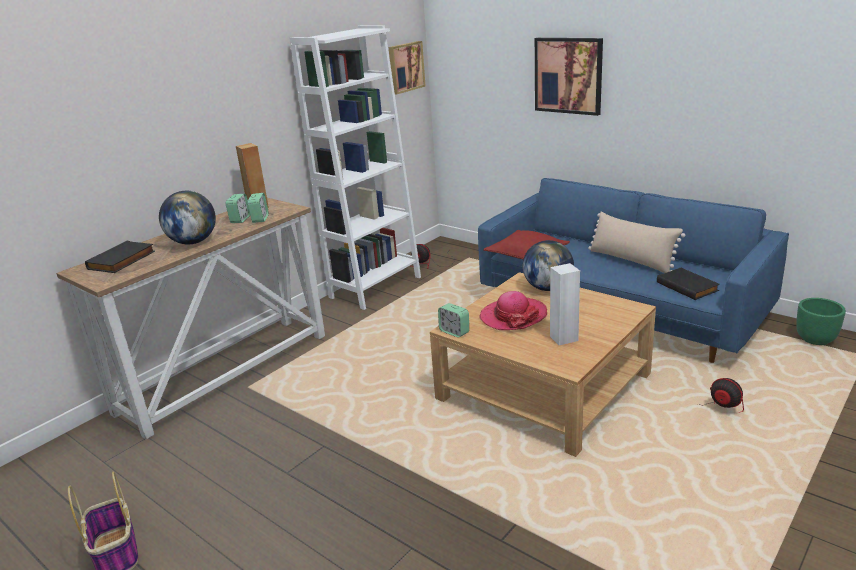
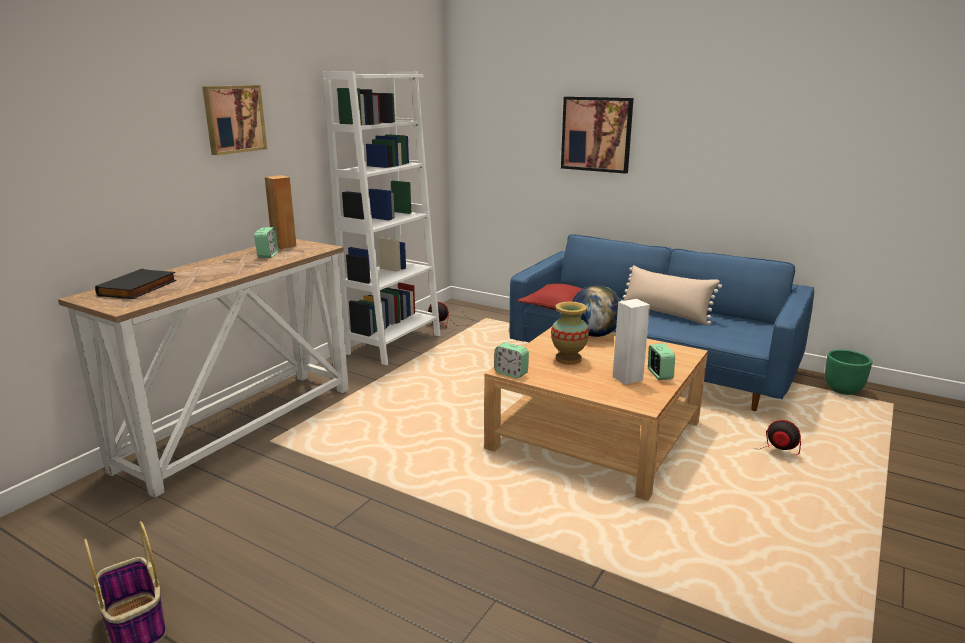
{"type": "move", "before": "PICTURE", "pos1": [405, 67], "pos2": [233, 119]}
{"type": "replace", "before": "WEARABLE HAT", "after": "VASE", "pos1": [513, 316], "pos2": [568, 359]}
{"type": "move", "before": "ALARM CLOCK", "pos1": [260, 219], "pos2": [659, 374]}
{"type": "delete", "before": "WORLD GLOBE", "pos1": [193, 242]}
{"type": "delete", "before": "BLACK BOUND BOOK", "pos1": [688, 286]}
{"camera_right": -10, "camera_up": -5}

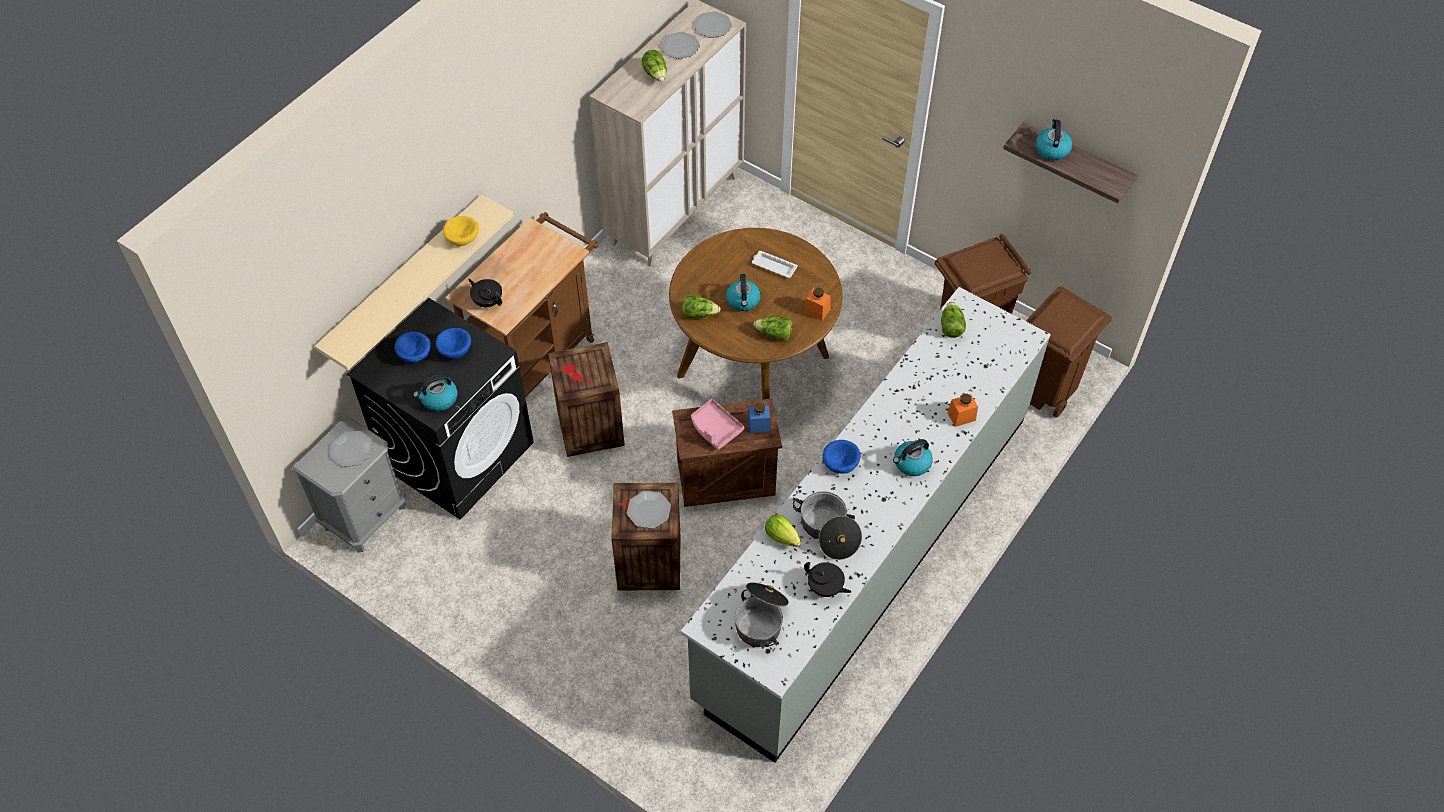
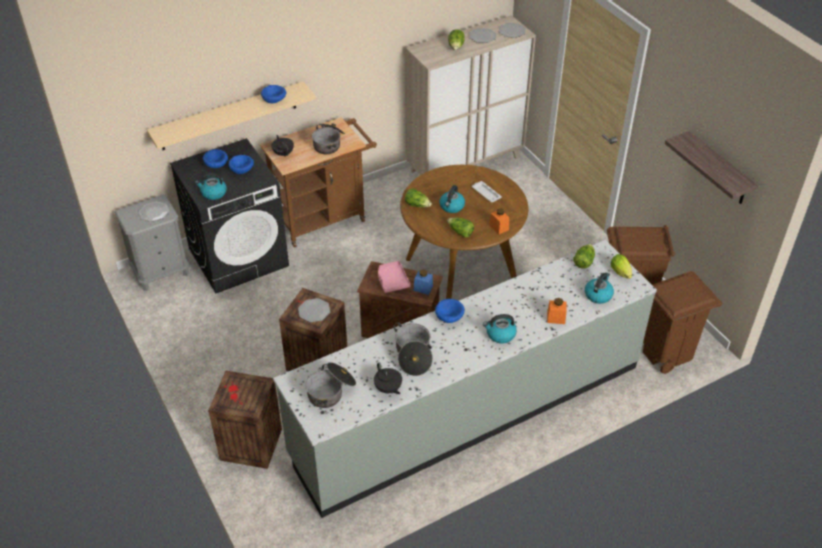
{"type": "move", "before": "PACKING CRATE", "pos1": [589, 429], "pos2": [250, 445]}
{"type": "recolor", "before": "YELLOW DEEP DISH", "after": "BLUE DEEP DISH", "pos1": [463, 238], "pos2": [275, 100]}
{"type": "insert", "after": "SAUCEPOT", "pos2": [329, 143]}
{"type": "move", "before": "KETTLE", "pos1": [1051, 149], "pos2": [598, 295]}
{"type": "move", "before": "LETTUCE HEAD", "pos1": [783, 538], "pos2": [621, 273]}
{"camera_right": 25, "camera_up": -10}

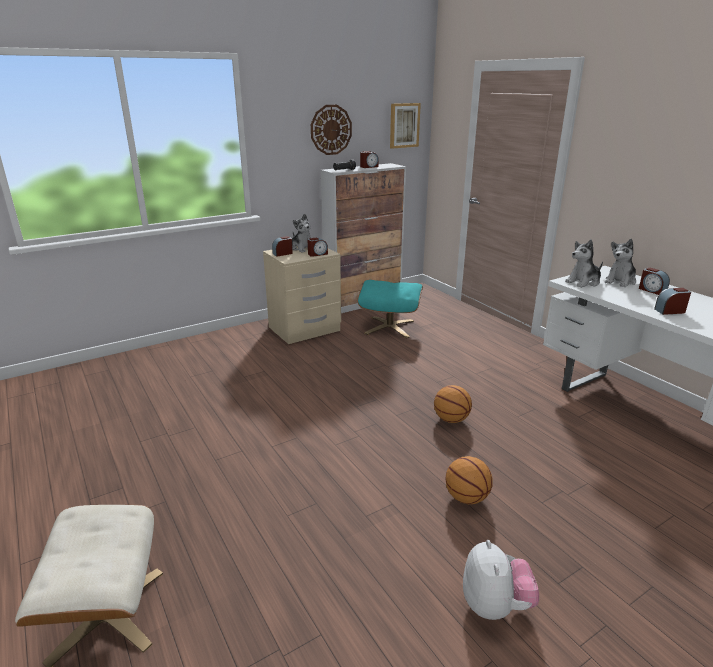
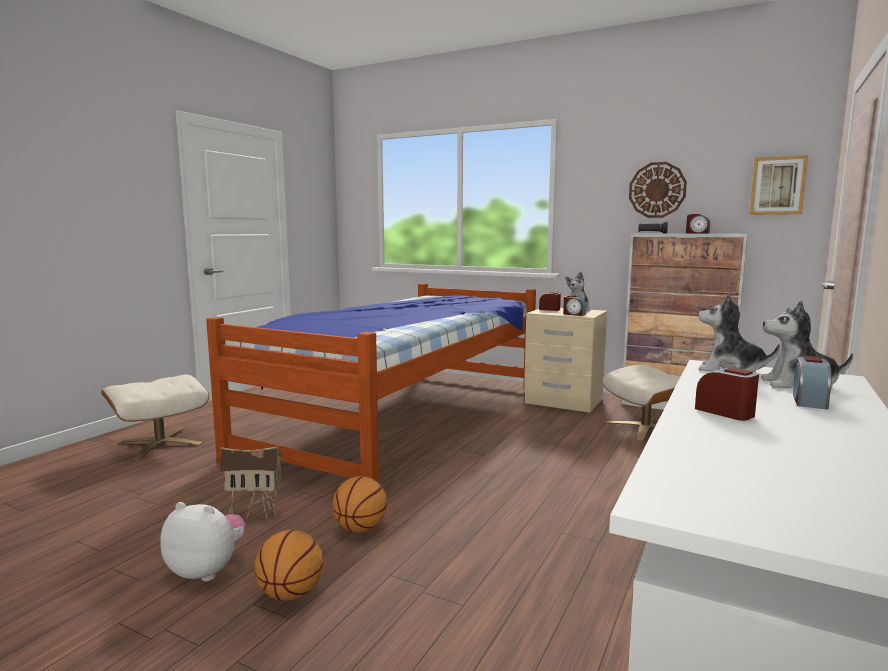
{"type": "rotate", "before": "SOFT TOY", "pos1": [495, 605], "pos2": [207, 570], "turn": -135}
{"type": "insert", "after": "BEDROOM BED", "pos2": [403, 420]}
{"type": "insert", "after": "TOY HOUSE", "pos2": [255, 515]}
{"type": "move", "before": "BALL FOR BASKETBALL", "pos1": [451, 419], "pos2": [290, 594]}
{"type": "recolor", "before": "BLUE-GREEN FOOTREST", "after": "SAND-COLOURED FOOTREST", "pos1": [390, 327], "pos2": [646, 428]}
{"camera_right": 60, "camera_up": -15}

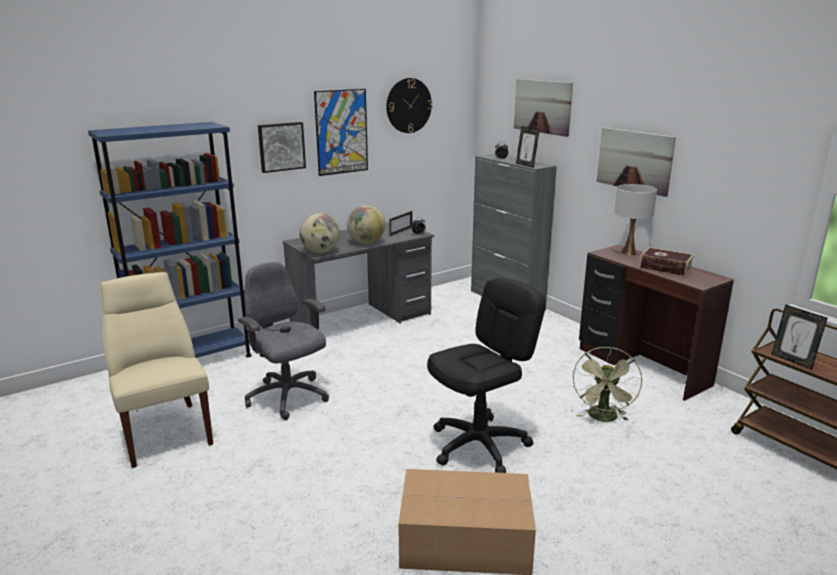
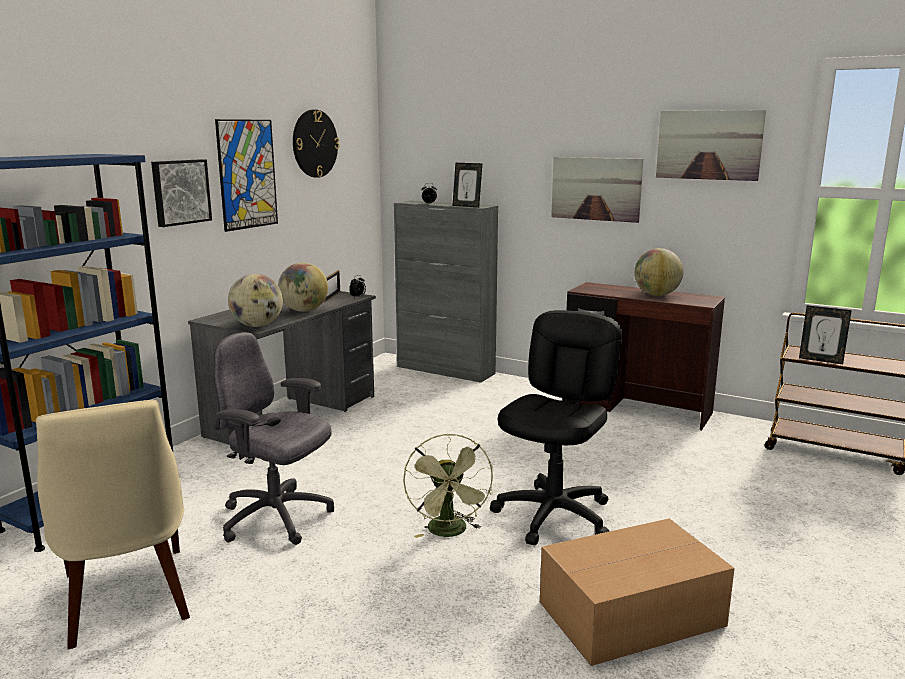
{"type": "rotate", "before": "SAND-COLOURED UPRIGHT CHAIR", "pos1": [164, 430], "pos2": [127, 600], "turn": -150}
{"type": "move", "before": "GREEN COOLING FAN", "pos1": [603, 418], "pos2": [450, 532]}
{"type": "replace", "before": "BOUND BOOK", "after": "WORLD GLOBE", "pos1": [665, 268], "pos2": [656, 295]}
{"type": "move", "before": "PICTURE", "pos1": [542, 106], "pos2": [709, 145]}
{"type": "delete", "before": "WHITISH TABLETOP LAMP", "pos1": [629, 253]}
{"camera_right": -25, "camera_up": -5}

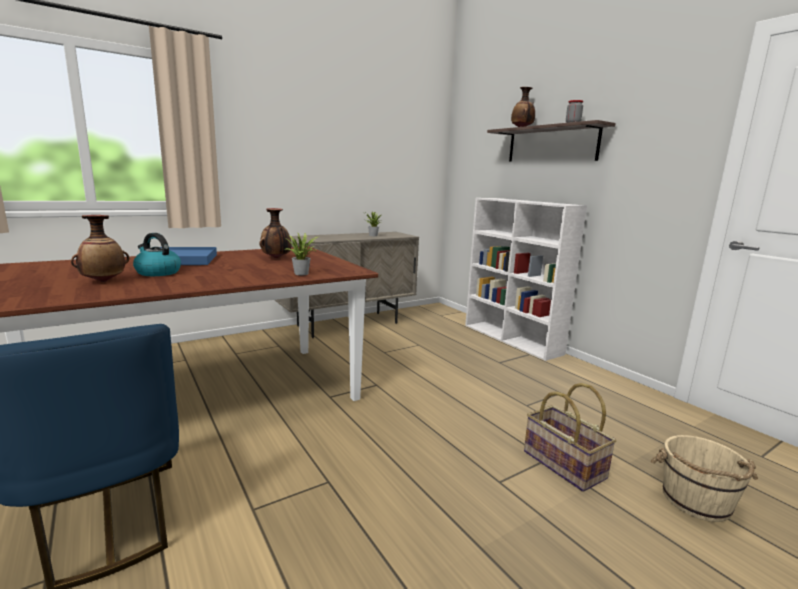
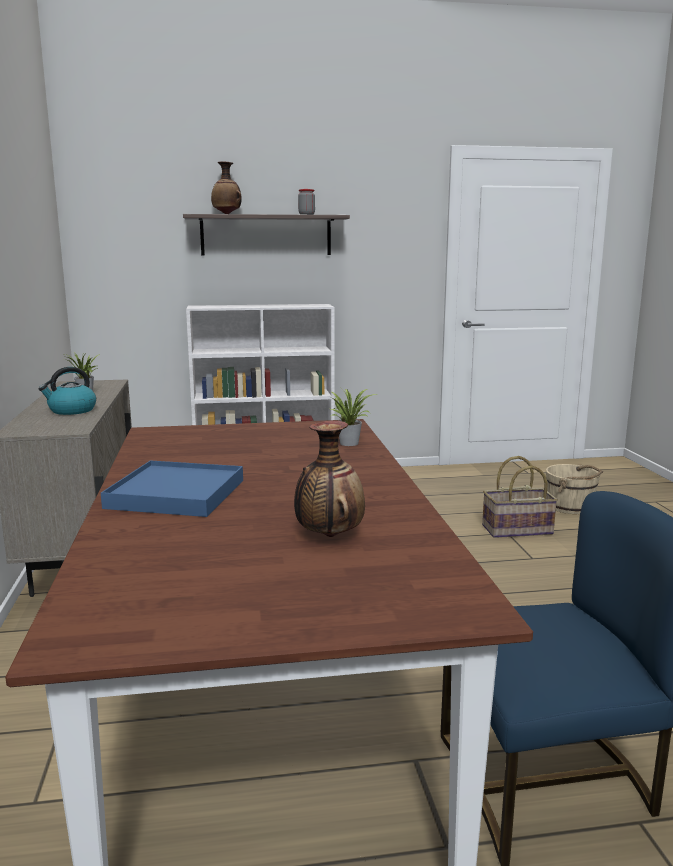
{"type": "move", "before": "KETTLE", "pos1": [157, 272], "pos2": [71, 410]}
{"type": "delete", "before": "VASE", "pos1": [276, 258]}
{"camera_right": -65, "camera_up": 0}

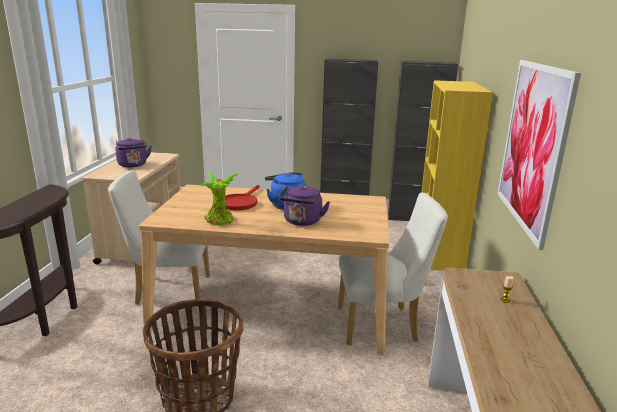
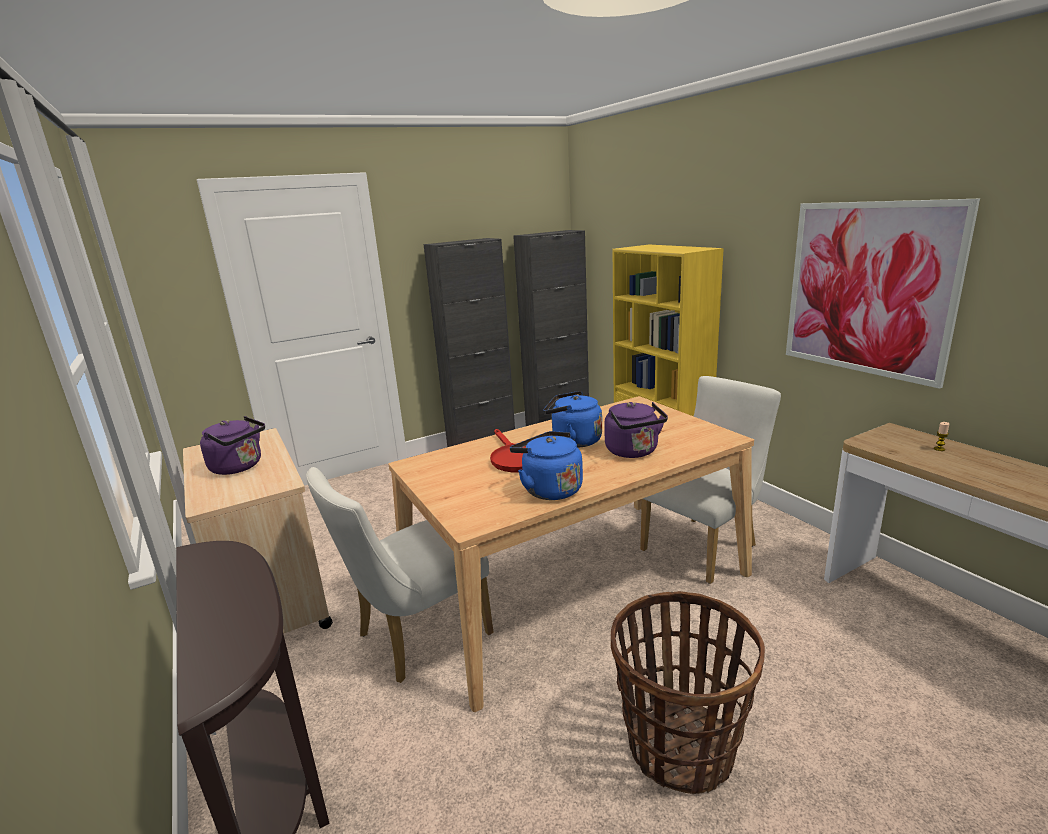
{"type": "replace", "before": "HOUSEPLANT", "after": "BLUE KETTLE", "pos1": [220, 221], "pos2": [549, 489]}
{"camera_right": -35, "camera_up": 0}

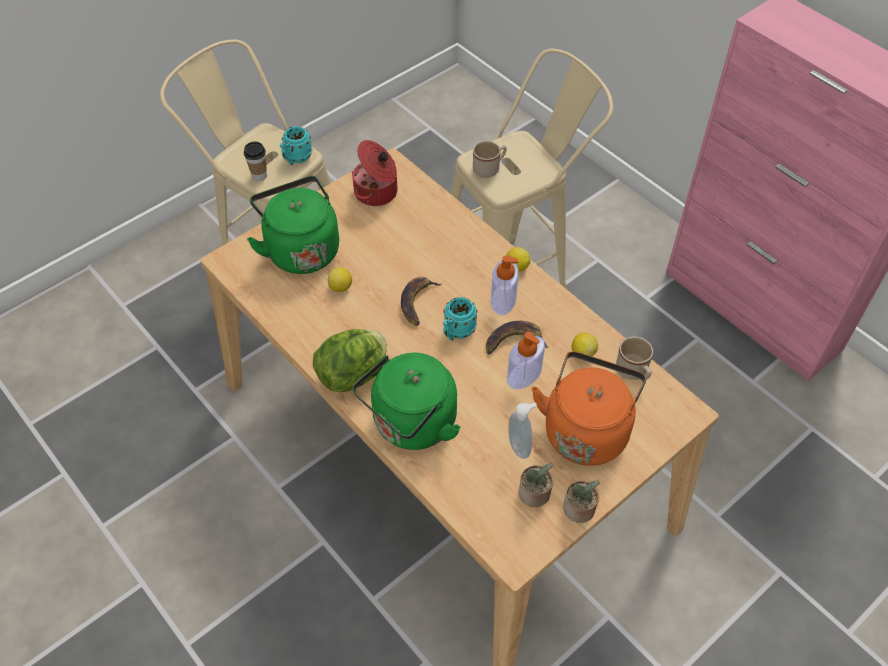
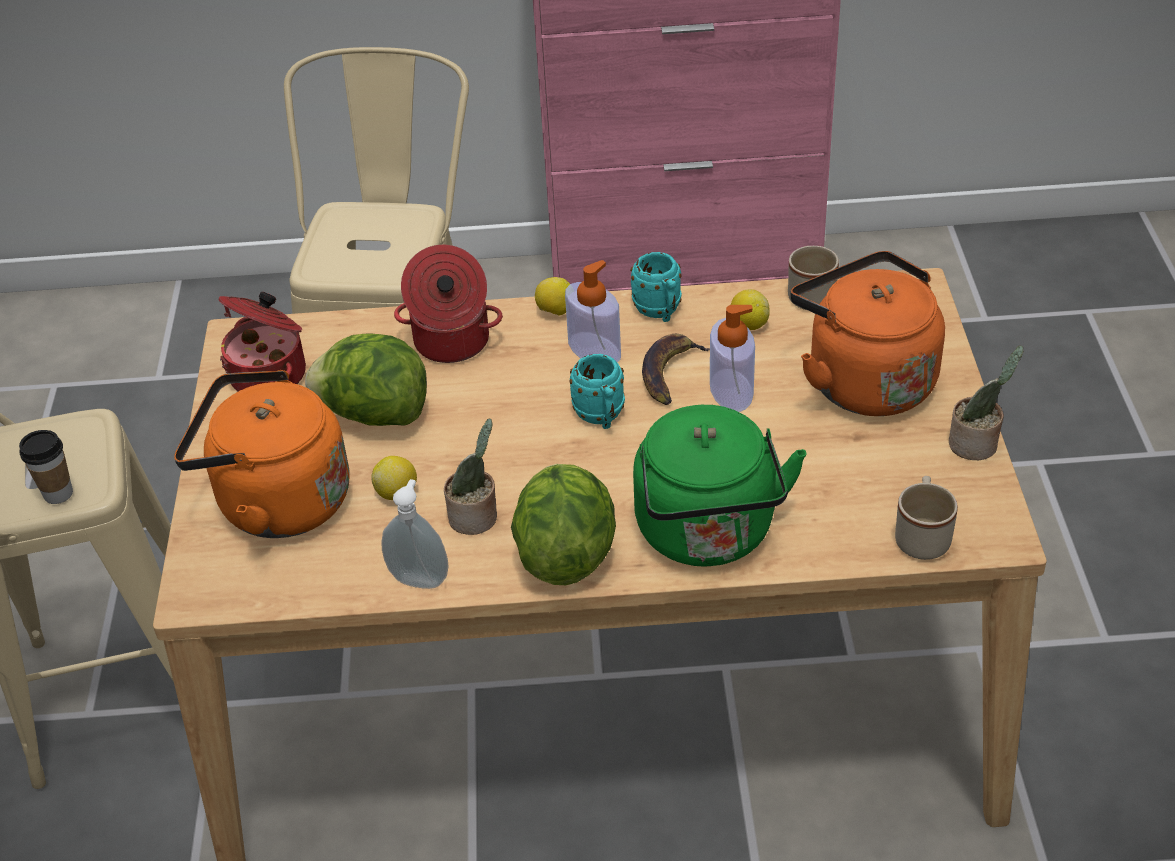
{"type": "recolor", "before": "GREEN KETTLE", "after": "ORANGEY KETTLE", "pos1": [300, 249], "pos2": [276, 502]}
{"type": "insert", "after": "LETTUCE HEAD", "pos2": [374, 414]}
{"type": "move", "before": "SOAP DISPENSER", "pos1": [520, 446], "pos2": [420, 578]}
{"type": "insert", "after": "SAUCEPOT", "pos2": [451, 343]}
{"type": "move", "before": "HOUSEPLANT", "pos1": [535, 495], "pos2": [476, 518]}
{"type": "move", "before": "BLUE-GREEN COFFEE MUG", "pos1": [296, 159], "pos2": [660, 312]}
{"type": "move", "before": "SAND-COLOURED COFFEE MUG", "pos1": [489, 168], "pos2": [922, 536]}
{"type": "delete", "before": "BANANA", "pos1": [417, 302]}
{"camera_right": -50, "camera_up": -10}

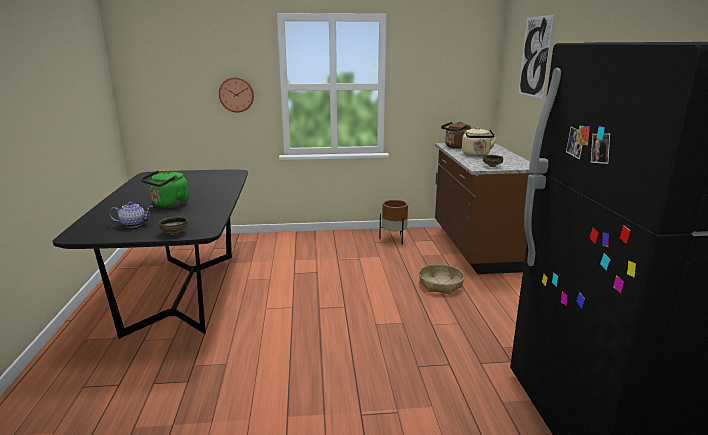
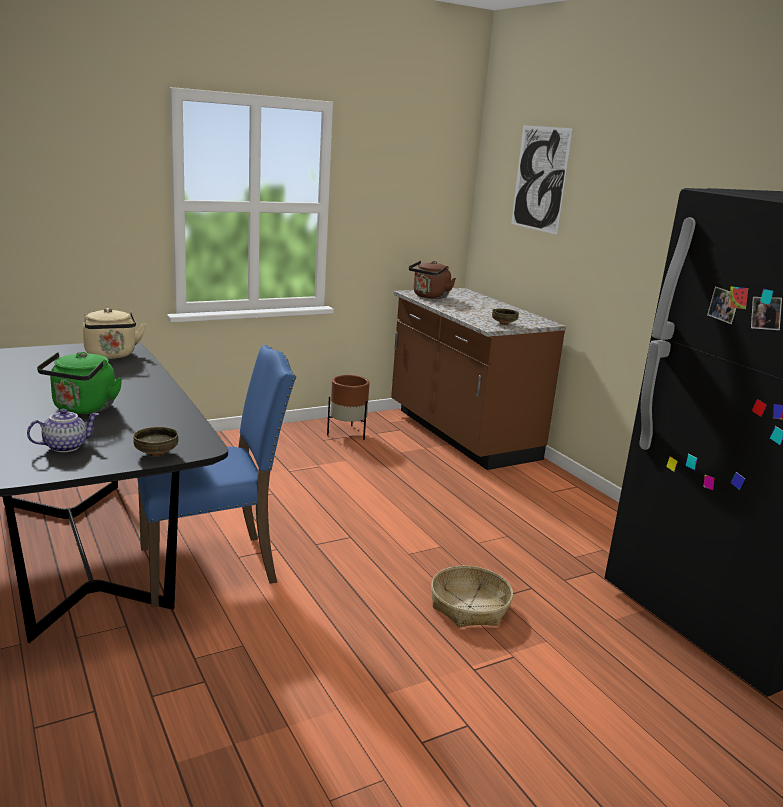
{"type": "move", "before": "SAND-COLOURED KETTLE", "pos1": [476, 155], "pos2": [111, 355]}
{"type": "insert", "after": "BLUE UPRIGHT CHAIR", "pos2": [211, 566]}
{"type": "move", "before": "HOUSEHOLD BASKET", "pos1": [440, 284], "pos2": [469, 606]}
{"type": "delete", "before": "WALL CLOCK", "pos1": [236, 94]}
{"camera_right": -25, "camera_up": 0}

